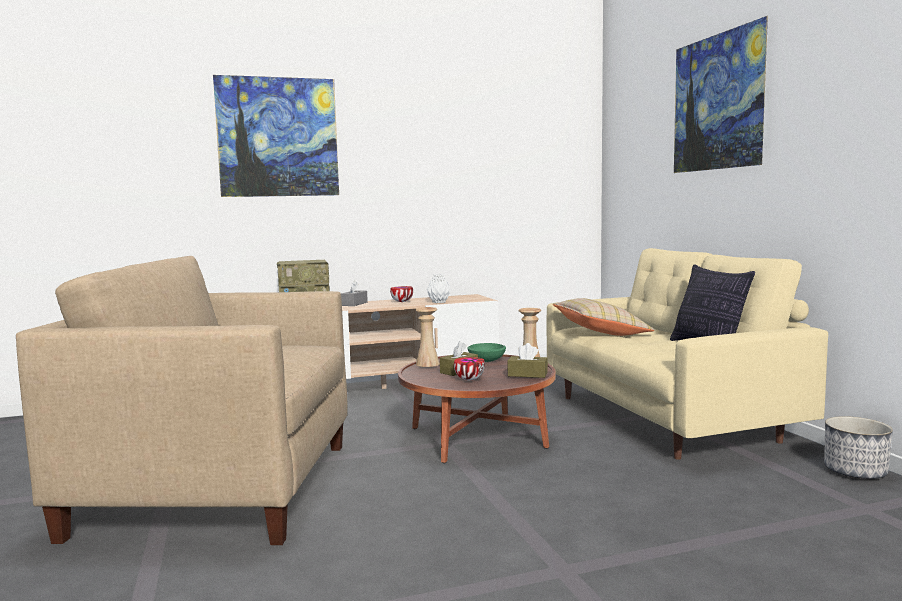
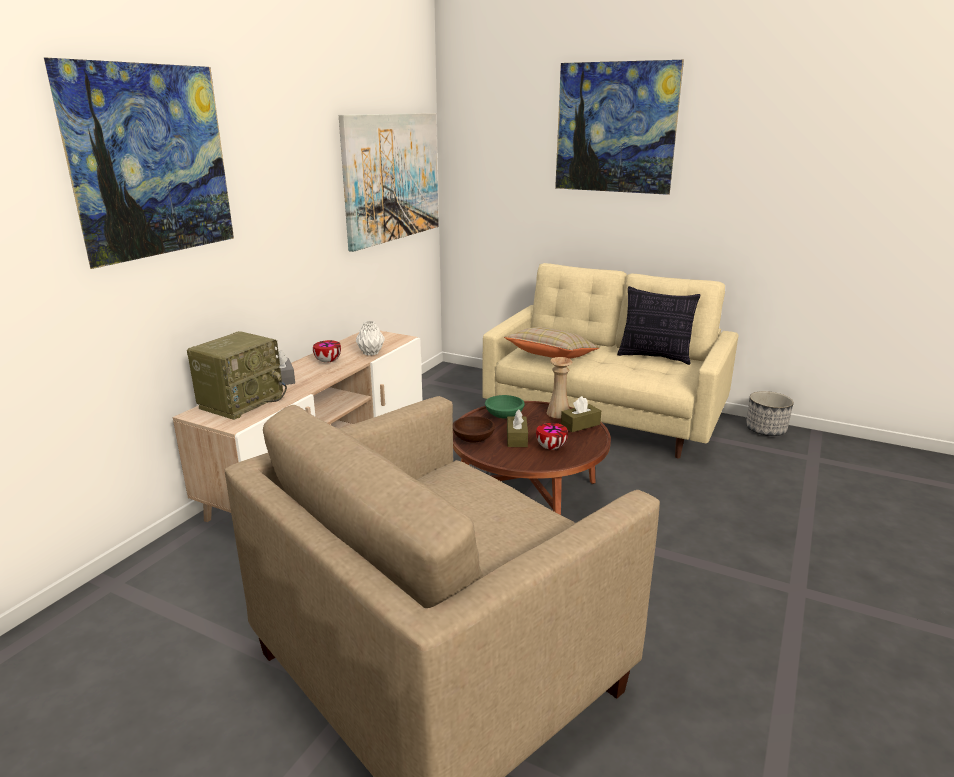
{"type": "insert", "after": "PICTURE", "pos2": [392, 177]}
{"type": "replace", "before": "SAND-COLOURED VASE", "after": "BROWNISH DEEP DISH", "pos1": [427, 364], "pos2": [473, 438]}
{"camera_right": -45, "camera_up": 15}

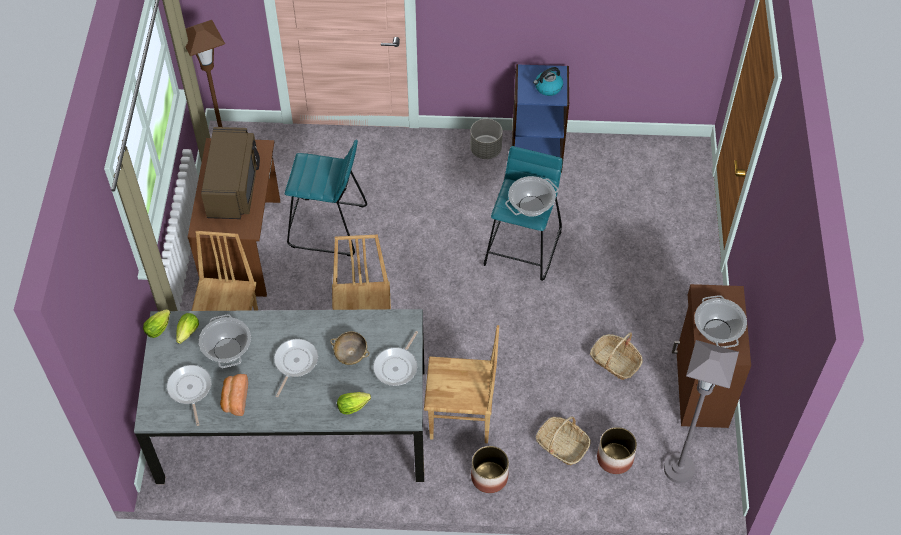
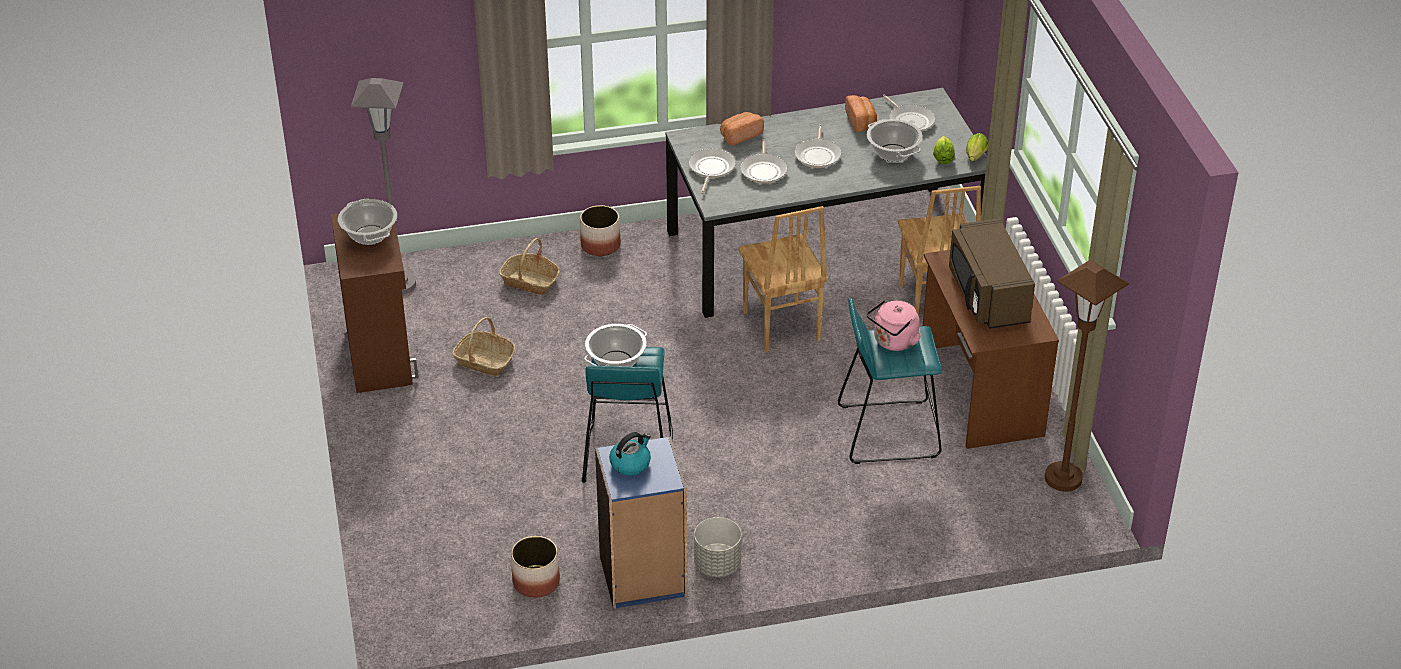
{"type": "move", "before": "PLANT POT", "pos1": [615, 458], "pos2": [535, 582]}
{"type": "replace", "before": "LETTUCE HEAD", "after": "BAKED BREAD", "pos1": [354, 406], "pos2": [740, 135]}
{"type": "replace", "before": "SAND-COLOURED DEEP DISH", "after": "FRYING PAN", "pos1": [351, 354], "pos2": [764, 170]}
{"type": "insert", "after": "PINKISH KETTLE", "pos2": [893, 342]}
{"type": "delete", "before": "BROWNISH UPRIGHT CHAIR", "pos1": [461, 420]}
{"camera_right": 165, "camera_up": -15}

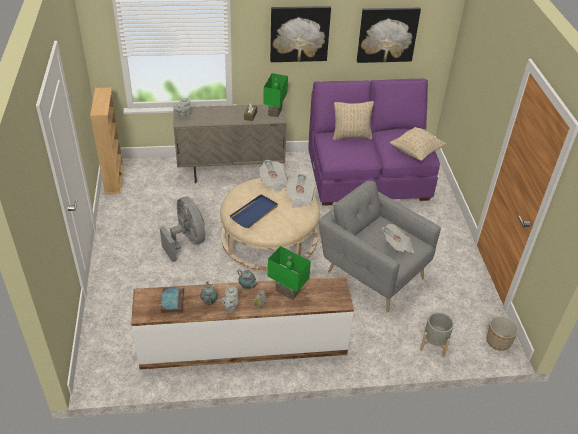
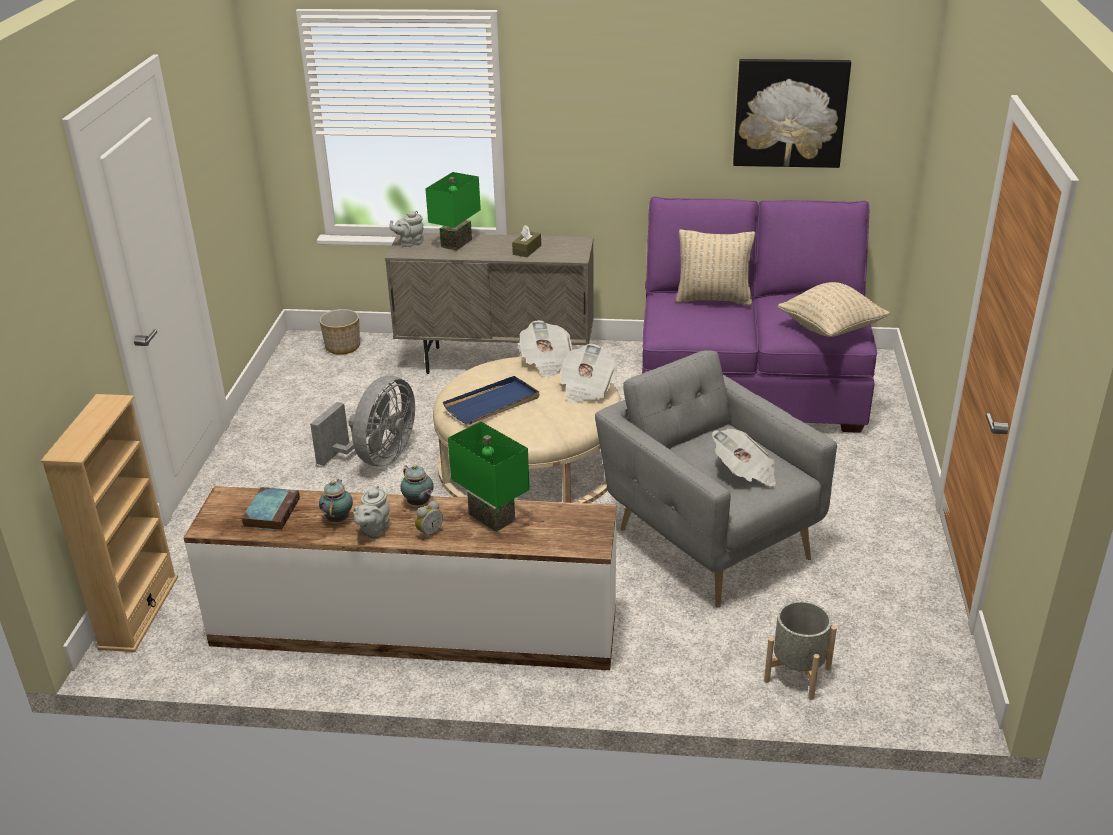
{"type": "move", "before": "SAND-COLOURED BOOKCASE", "pos1": [114, 178], "pos2": [139, 612]}
{"type": "rotate", "before": "GREY COOLING FAN", "pos1": [187, 241], "pos2": [377, 458], "turn": 45}
{"type": "move", "before": "PLANT POT", "pos1": [498, 341], "pos2": [343, 347]}
{"type": "move", "before": "GREEN TABLETOP LAMP", "pos1": [276, 112], "pos2": [457, 244]}
{"type": "delete", "before": "PICTURE", "pos1": [299, 33]}
{"camera_right": 15, "camera_up": -10}

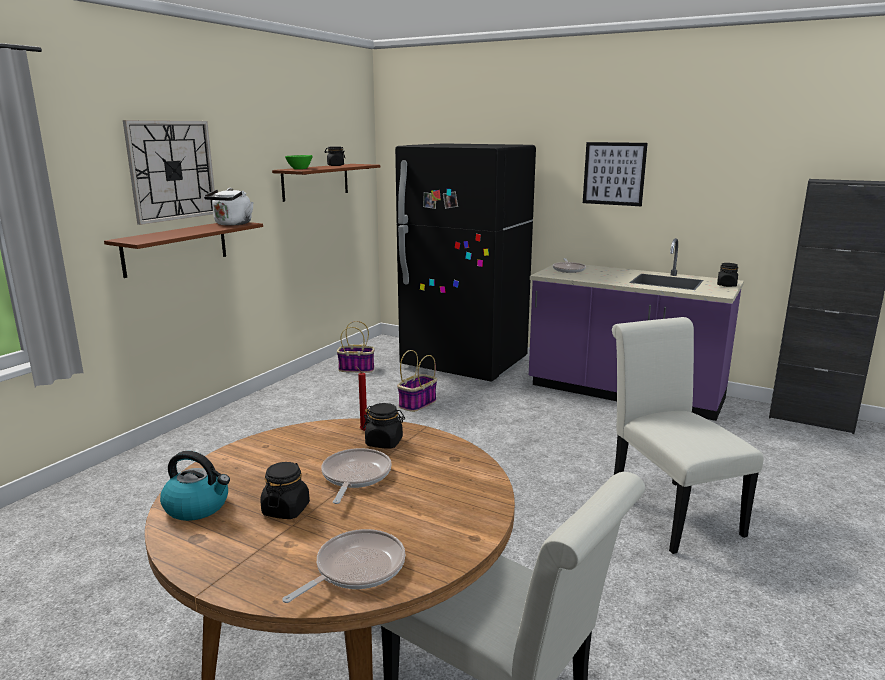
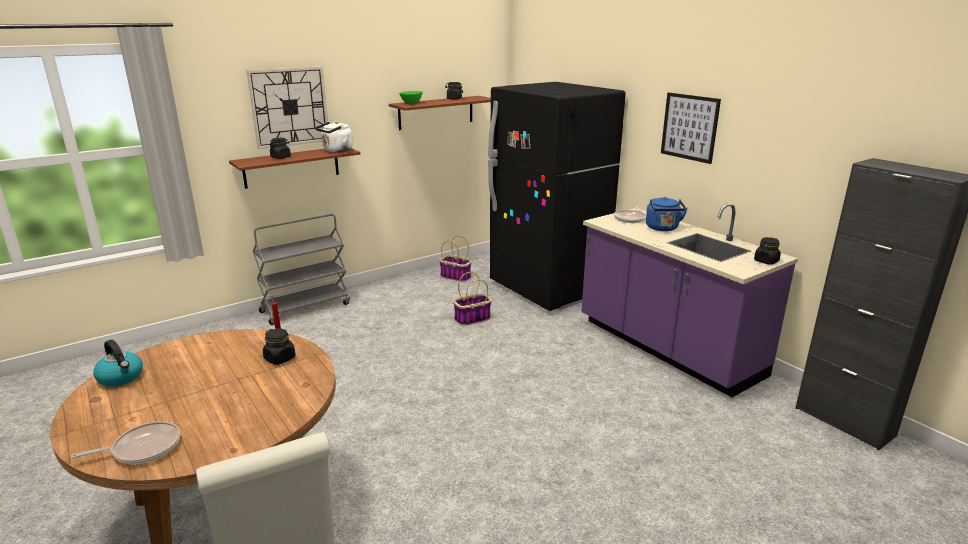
{"type": "insert", "after": "GREY TROLLEY", "pos2": [306, 307]}
{"type": "move", "before": "BLACK STORAGE JAR", "pos1": [286, 509], "pos2": [280, 157]}
{"type": "insert", "after": "BLUE KETTLE", "pos2": [663, 228]}
{"type": "delete", "before": "FRYING PAN", "pos1": [355, 476]}
{"type": "delete", "before": "WHITISH UPRIGHT CHAIR", "pos1": [668, 510]}
{"camera_right": 25, "camera_up": 5}

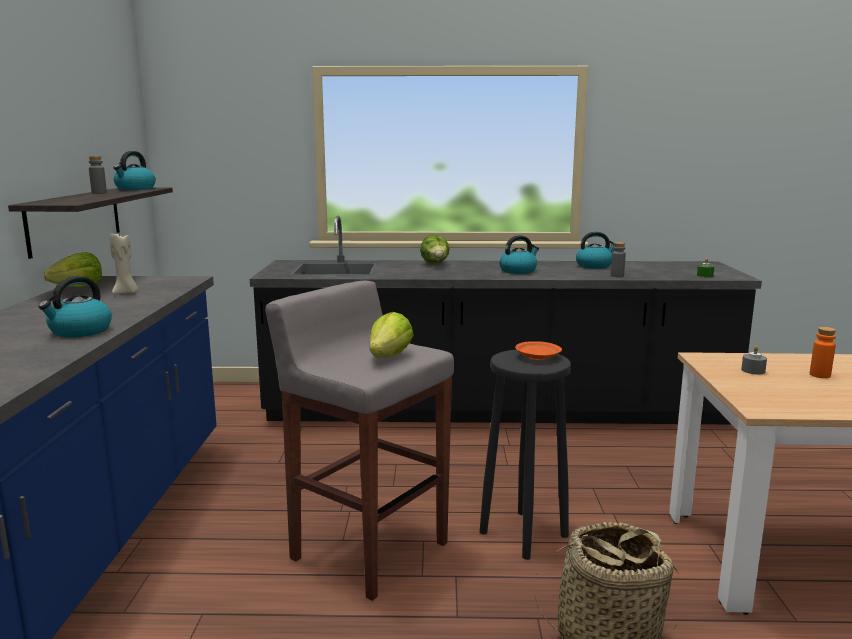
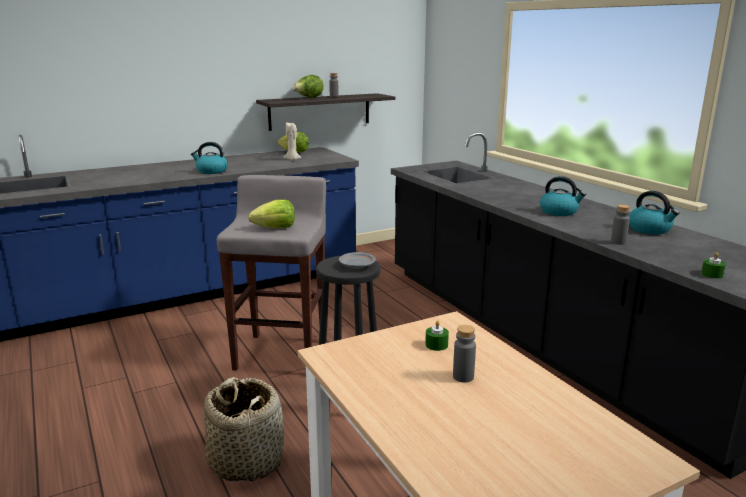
{"type": "move", "before": "LETTUCE HEAD", "pos1": [435, 264], "pos2": [308, 98]}
{"type": "recolor", "before": "ORANGEY PLATE", "after": "GREY PLATE", "pos1": [537, 357], "pos2": [357, 266]}
{"type": "recolor", "before": "GREY WAX CANDLE", "after": "GREEN WAX CANDLE", "pos1": [753, 370], "pos2": [436, 345]}
{"type": "recolor", "before": "ORANGEY DRINK BOTTLE", "after": "GREY DRINK BOTTLE", "pos1": [820, 375], "pos2": [463, 377]}
{"type": "delete", "before": "KETTLE", "pos1": [135, 189]}
{"camera_right": 60, "camera_up": 5}

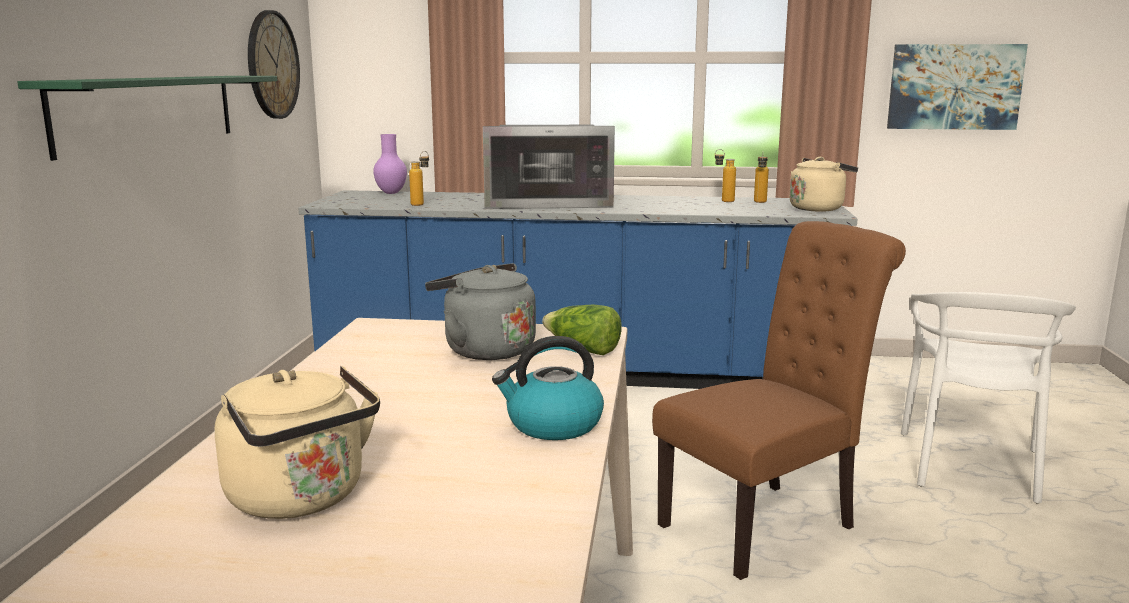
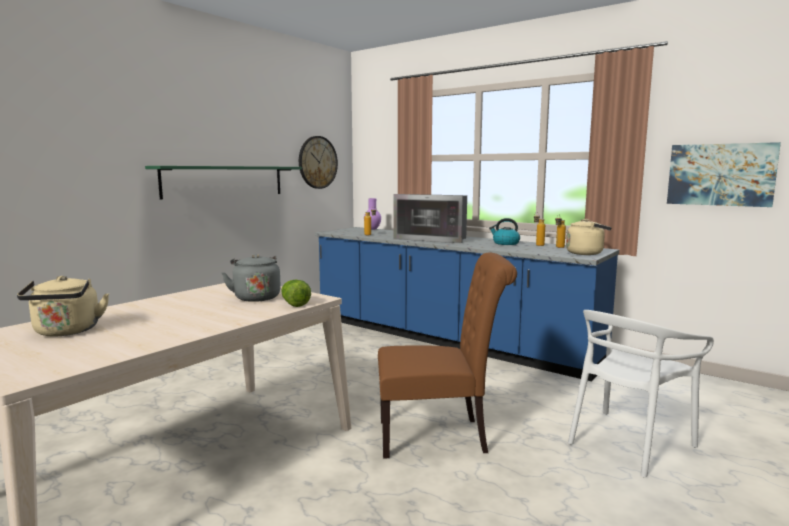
{"type": "move", "before": "KETTLE", "pos1": [552, 425], "pos2": [505, 243]}
{"camera_right": 30, "camera_up": -5}

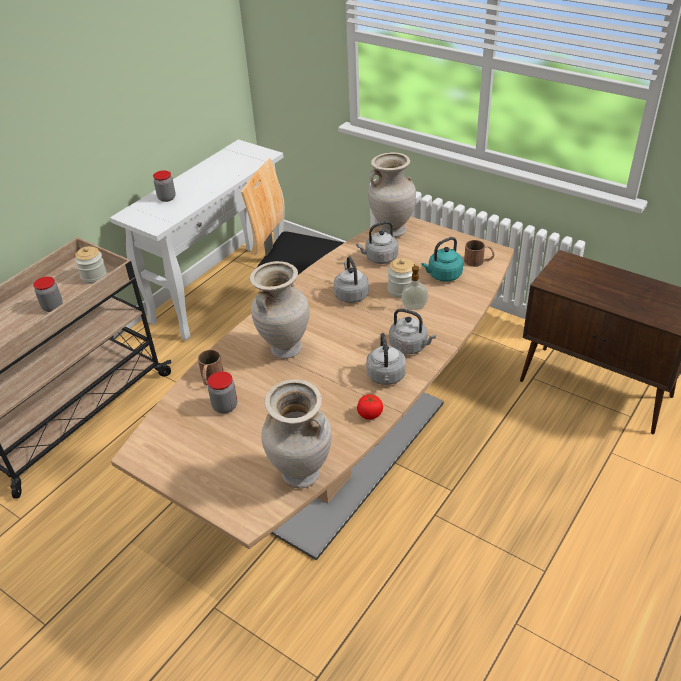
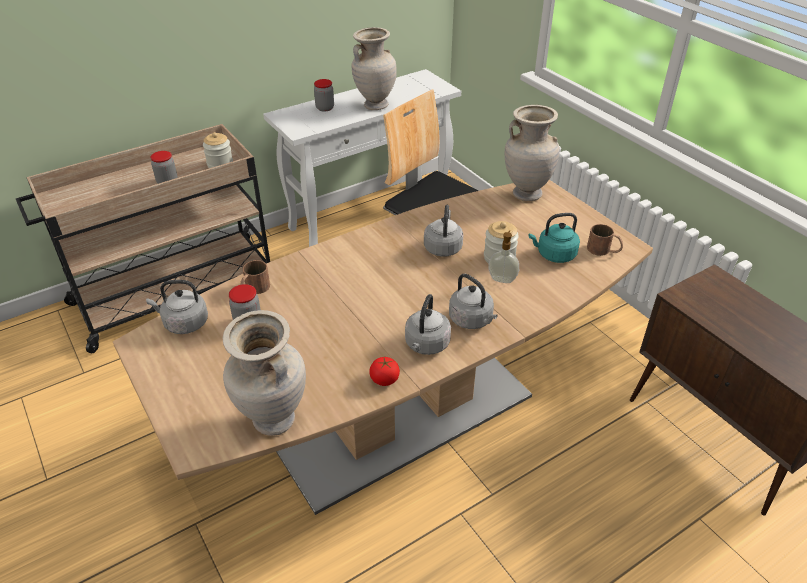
{"type": "move", "before": "GREY KETTLE", "pos1": [379, 258], "pos2": [184, 323]}
{"type": "move", "before": "SAND-COLOURED VASE", "pos1": [285, 349], "pos2": [375, 105]}
{"camera_right": 20, "camera_up": 0}

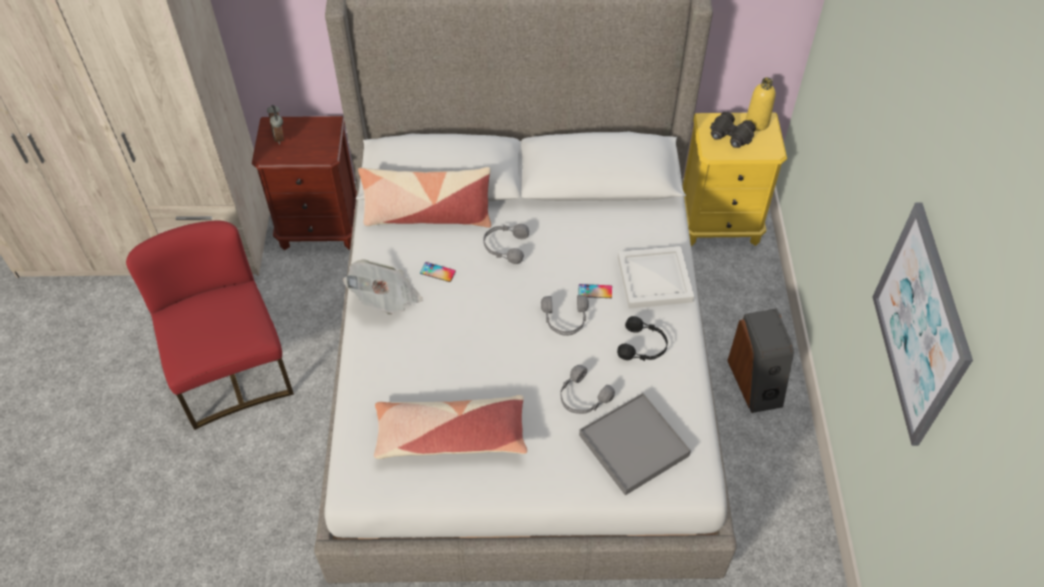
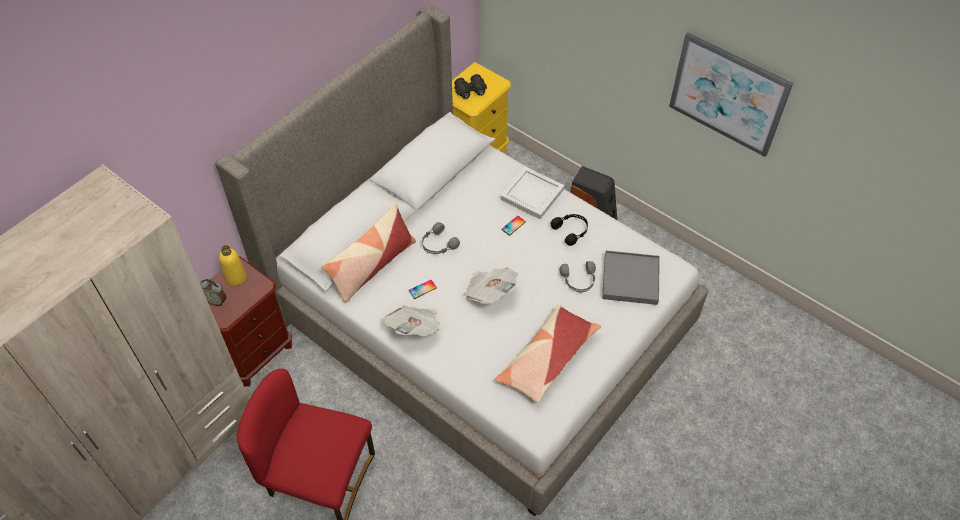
{"type": "move", "before": "YELLOW DRINK BOTTLE", "pos1": [757, 123], "pos2": [236, 277]}
{"type": "insert", "after": "DAILY PAPER", "pos2": [490, 292]}
{"type": "delete", "before": "GREY HEADSET", "pos1": [565, 320]}
{"camera_right": -50, "camera_up": 0}

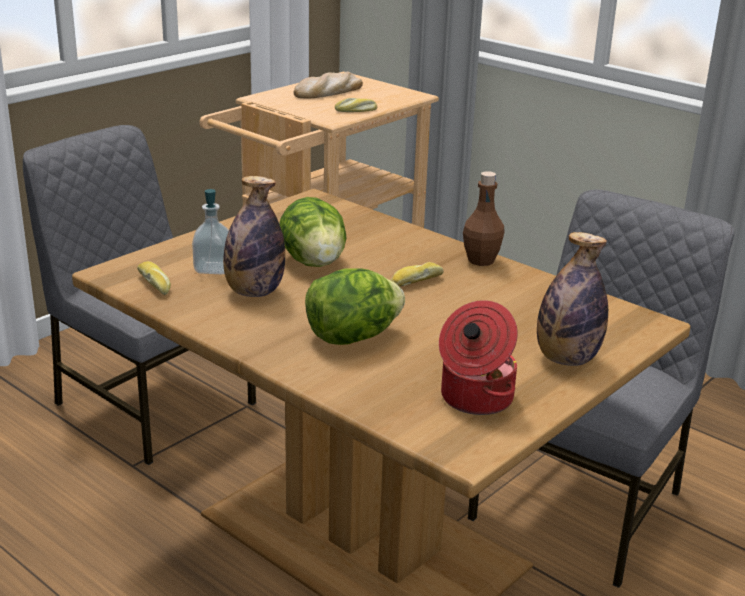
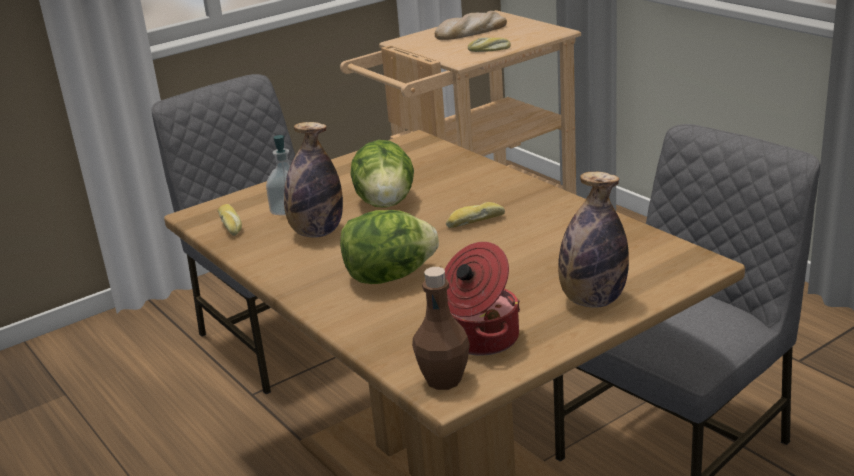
{"type": "move", "before": "BROWNISH DRINK BOTTLE", "pos1": [481, 260], "pos2": [443, 380]}
{"camera_right": 15, "camera_up": 0}

